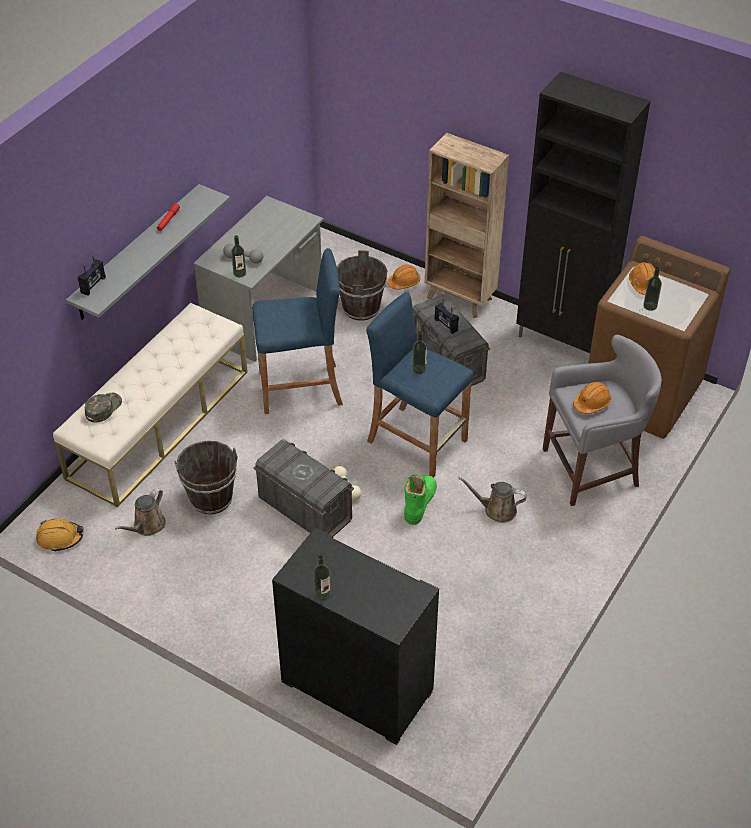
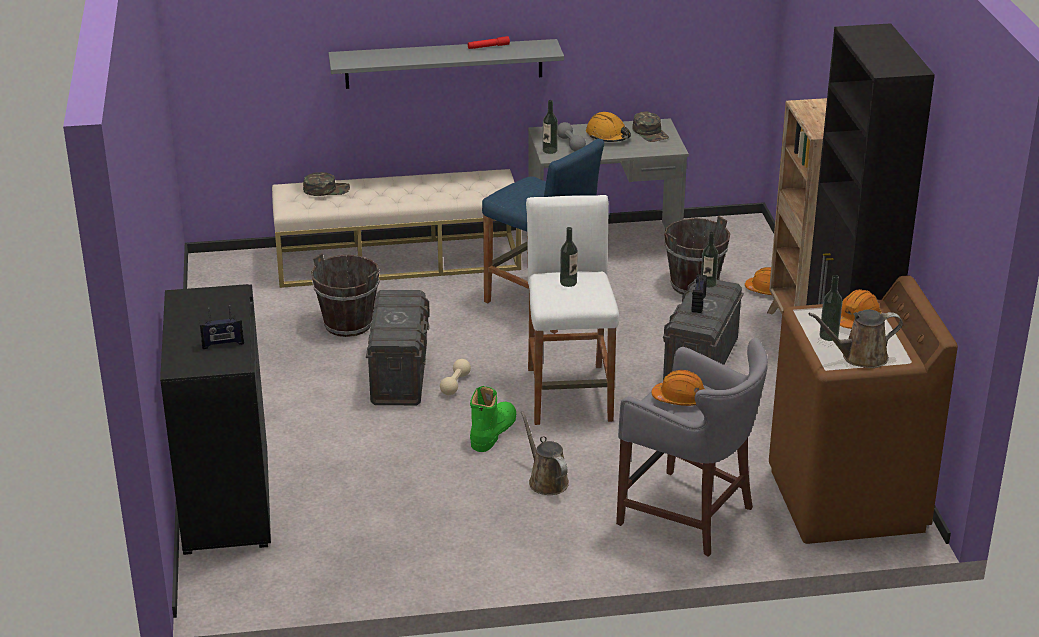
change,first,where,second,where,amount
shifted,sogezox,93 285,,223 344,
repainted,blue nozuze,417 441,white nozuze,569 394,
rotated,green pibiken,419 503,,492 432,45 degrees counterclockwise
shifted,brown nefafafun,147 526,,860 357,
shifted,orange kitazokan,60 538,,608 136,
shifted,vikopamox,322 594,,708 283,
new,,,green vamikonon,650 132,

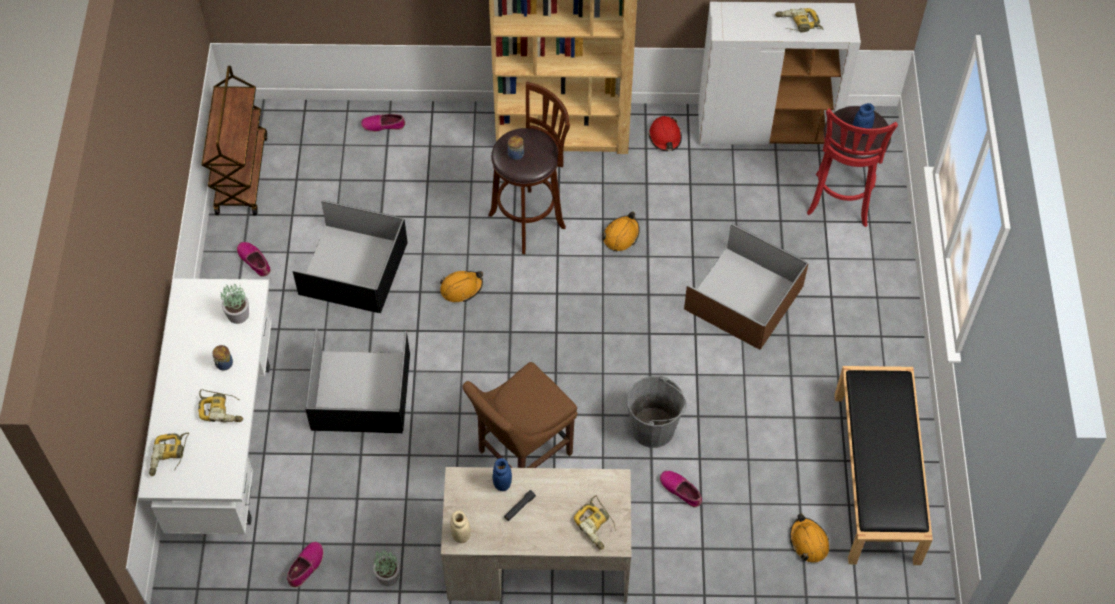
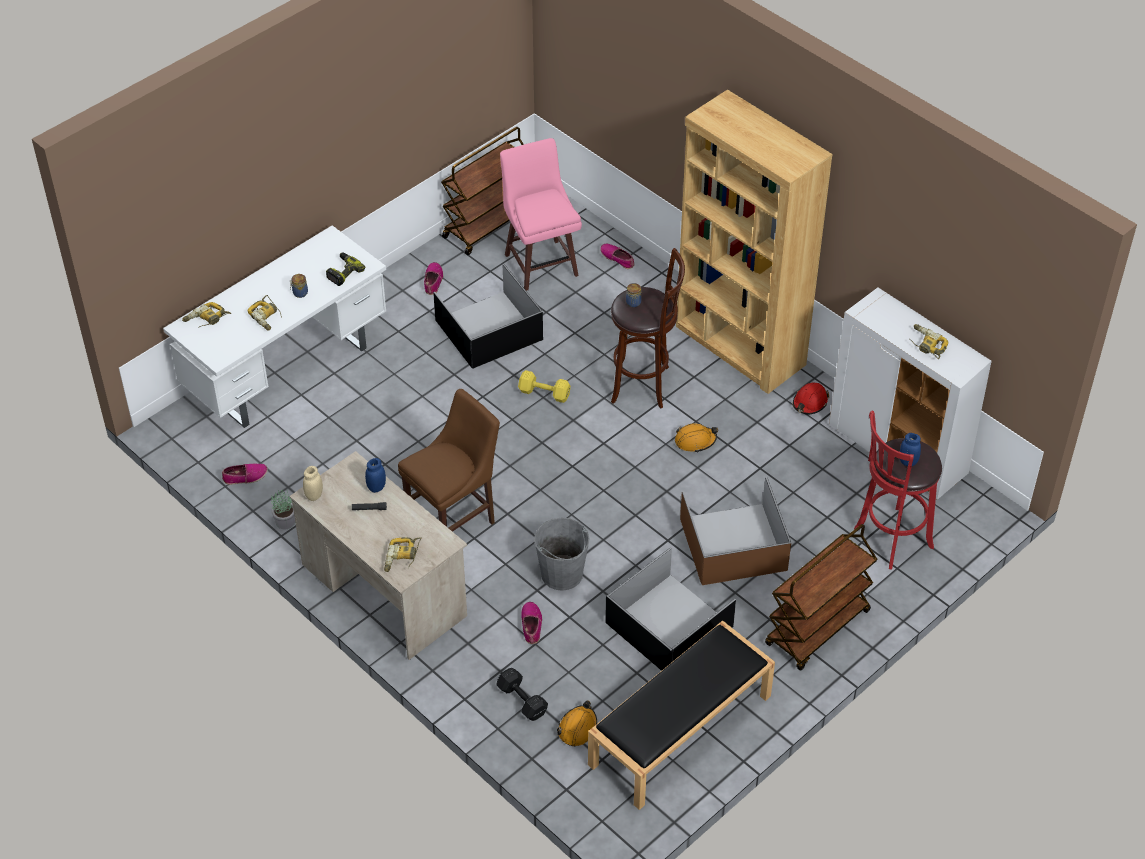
change,first,where,second,where,amount
swapped,orange kitazokan,461 288,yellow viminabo,543 393,
swapped,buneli,238 314,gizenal,343 272,
shifted,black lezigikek,362 392,,670 625,
rotated,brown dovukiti,521 454,,455 519,135 degrees clockwise
new,,,pink nozuze,541 263,
new,,,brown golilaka,817 629,
new,,,black viminabo,522 702,

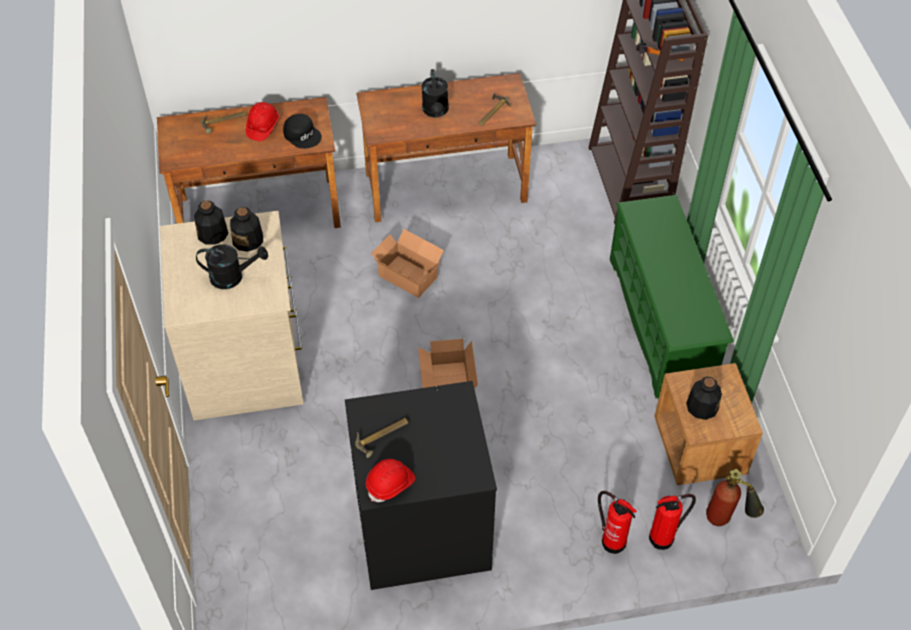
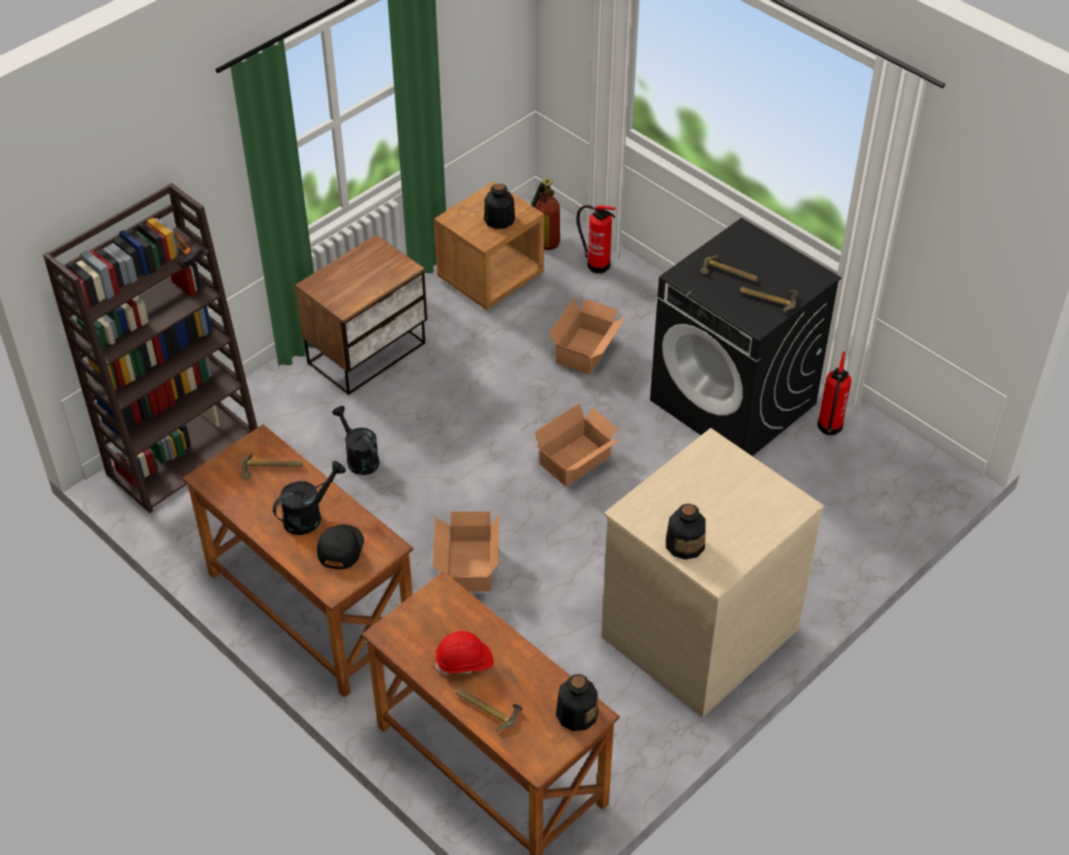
change,first,where,second,where,amount
shifted,black vamikonon,302 134,,339 548,
swapped,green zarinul,661 322,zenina,369 353,
shifted,vikopamox,248 240,,576 713,
shifted,black nefafafun,233 277,,359 458,
gone,red kitazokan,390 484,,,
shifted,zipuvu,612 540,,829 428,
new,,,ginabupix,729 274,
new,,,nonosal,587 350,

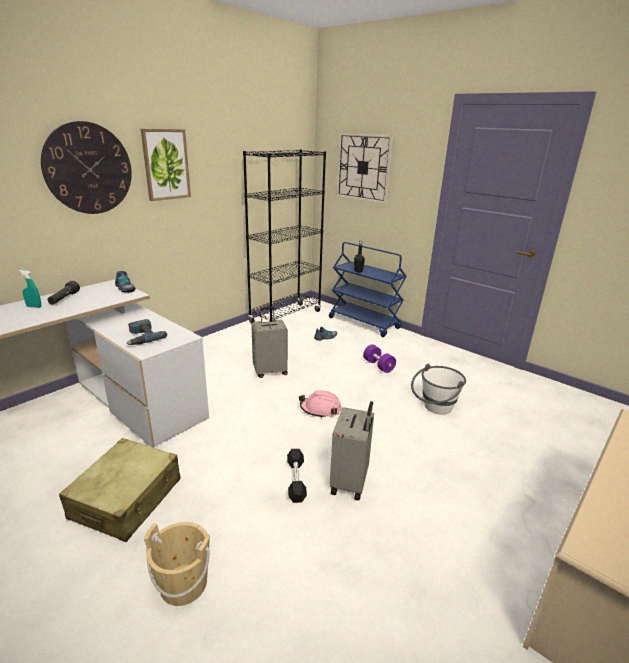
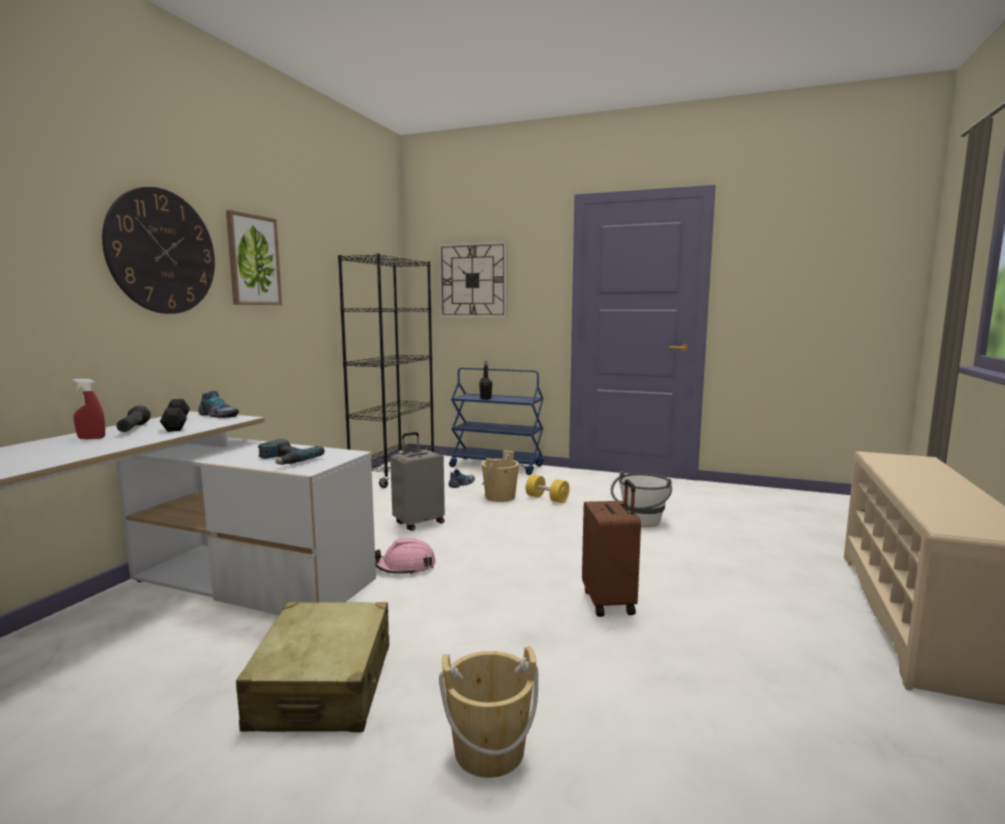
change,first,where,second,where,amount
repainted,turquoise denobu,34 307,red denobu,91 438,
repainted,purple viminabo,378 366,yellow viminabo,547 499,
shifted,pink kitazokan,320 409,,406 567,
repainted,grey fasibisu,350 482,brown fasibisu,610 602,
shifted,black viminabo,296 480,,176 424,
new,,,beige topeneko,500 497,

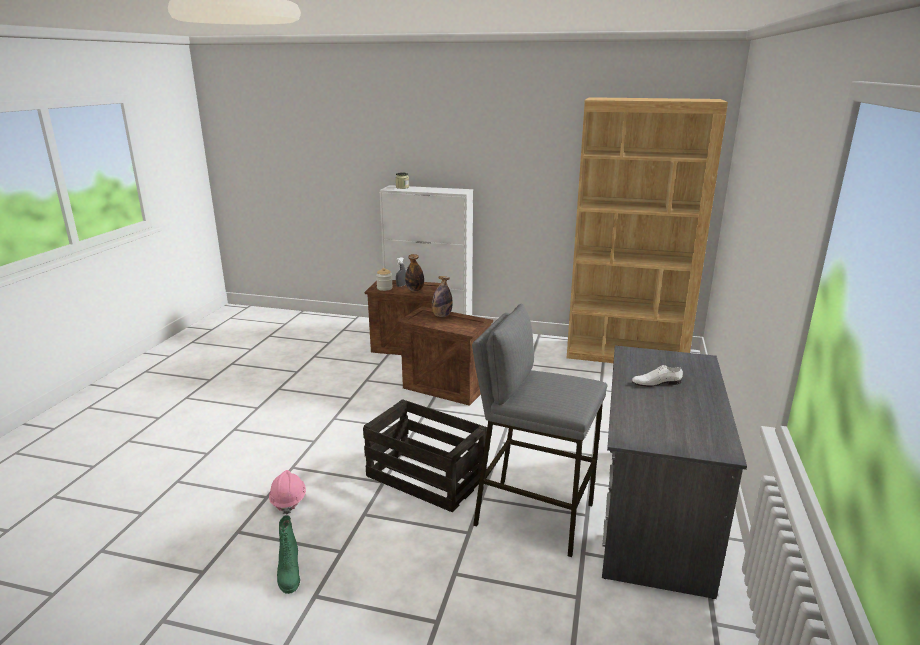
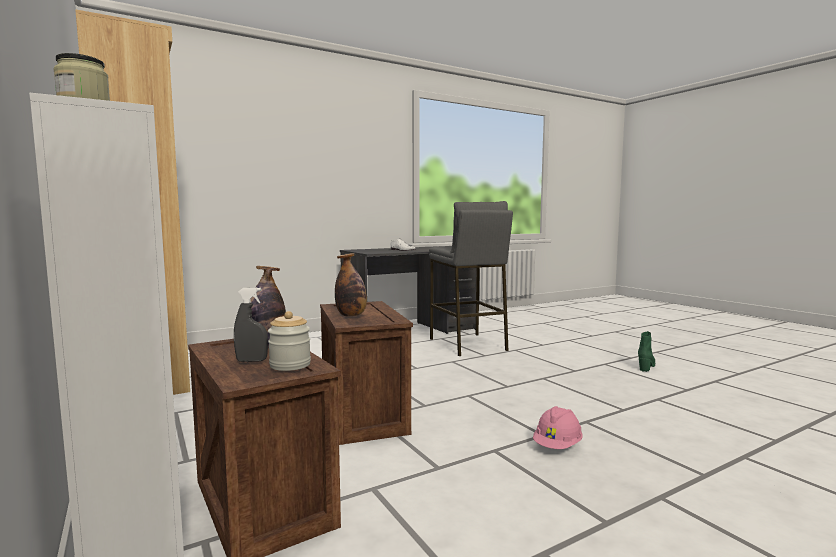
change,first,where,second,where,amount
gone,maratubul,427 477,,,
shifted,pink kitazokan,288 500,,557 446,

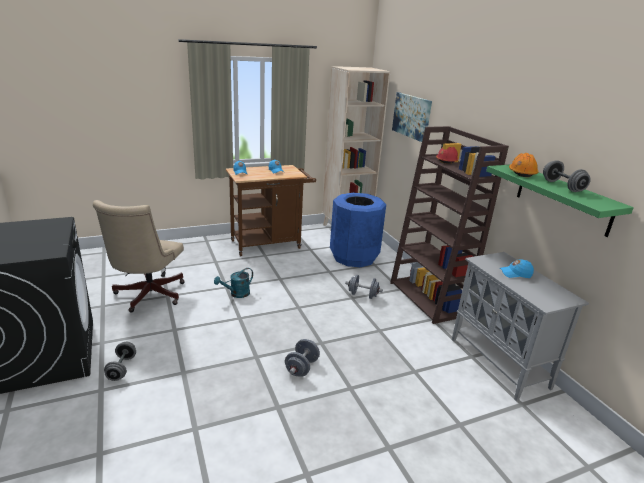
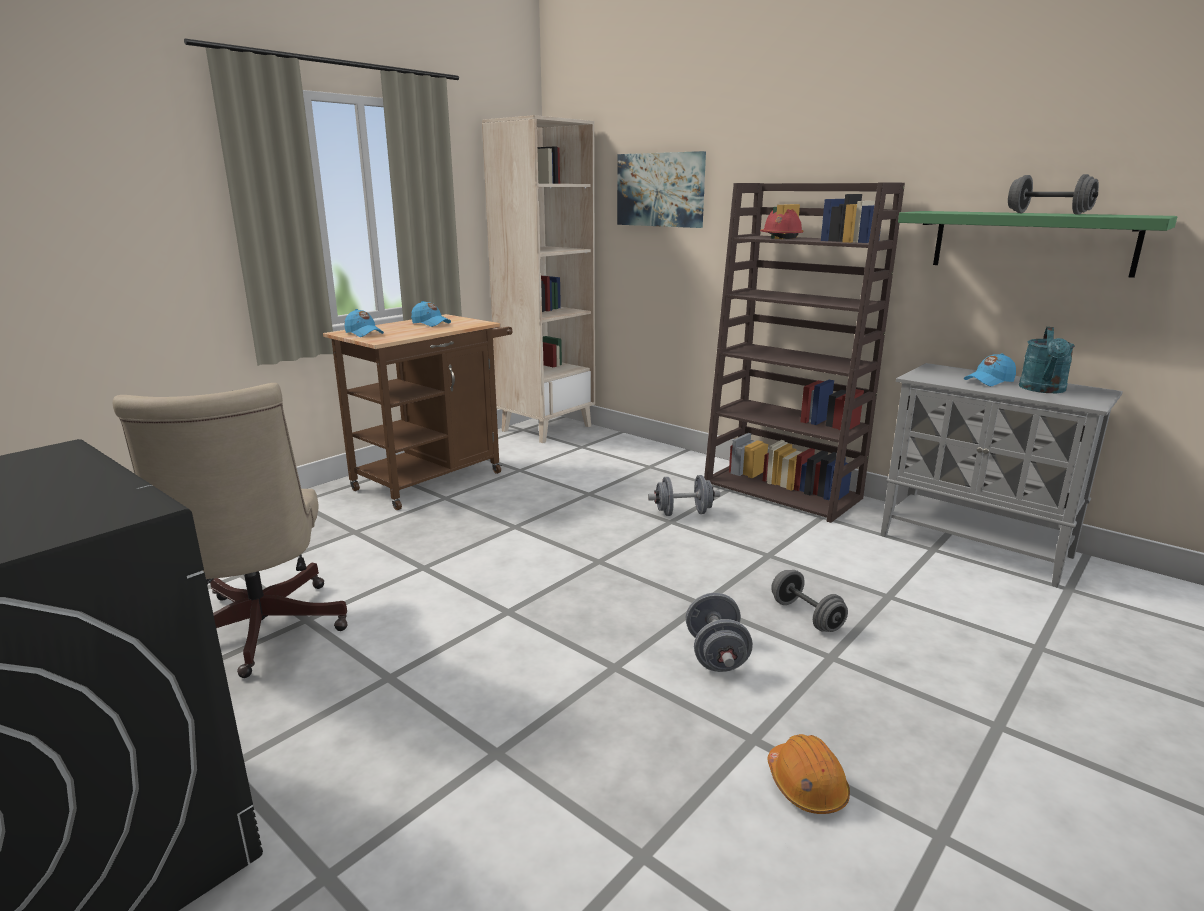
change,first,where,second,where,amount
shifted,orange kitazokan,522 173,,806 785,
gone,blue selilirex,354 257,,,
shifted,turquoise nefafafun,236 294,,1043 390,
shifted,grey viminabo,122 368,,806 616,

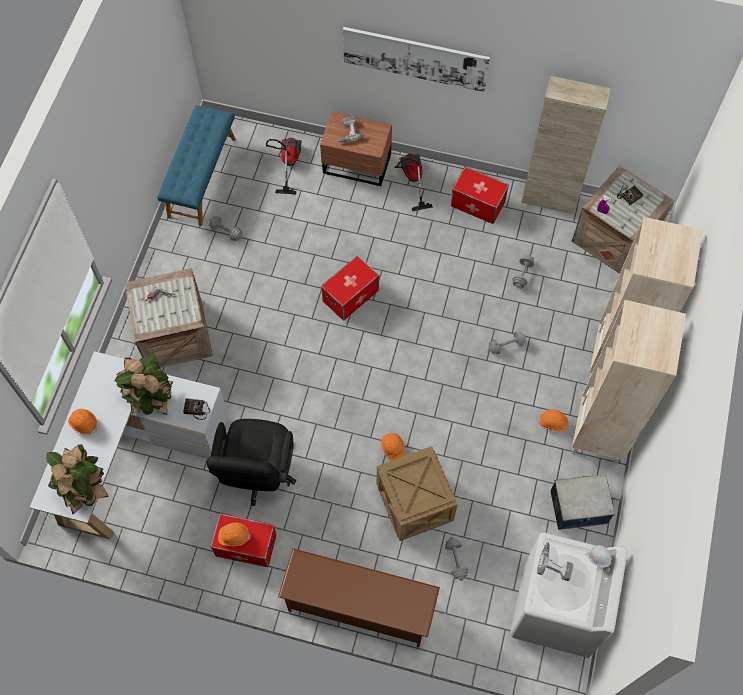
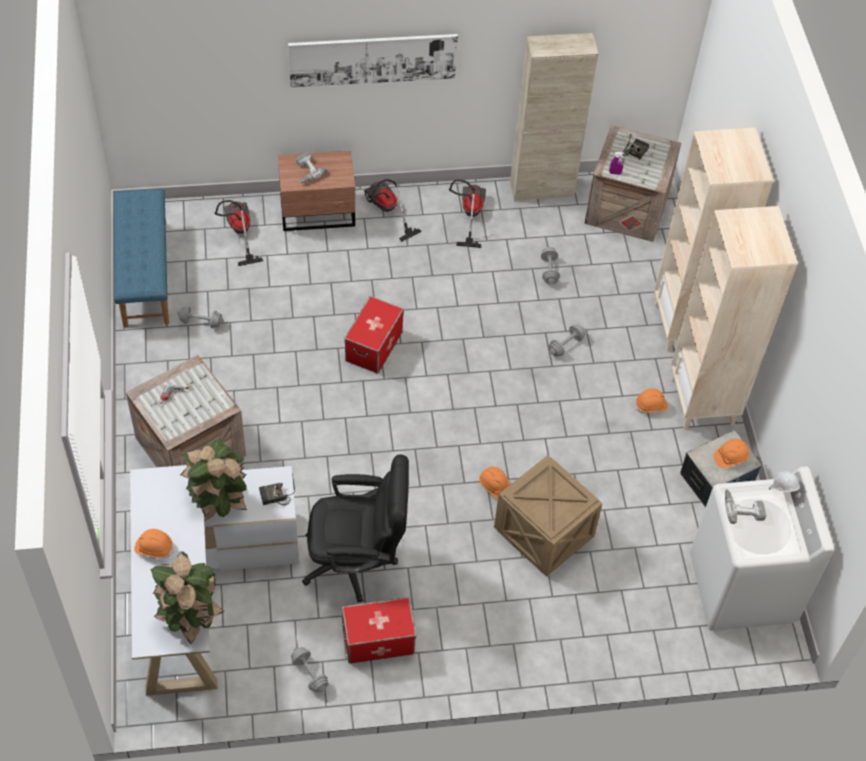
change,first,where,second,where,amount
swapped,lezigikek,478 204,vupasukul,469 214,
rotated,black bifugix,258 474,,357 562,75 degrees counterclockwise
shifted,orange kitazokan,233 536,,730 457,
shifted,grey viminabo,455 560,,309 674,
gone,brown zarinul,359 606,,,

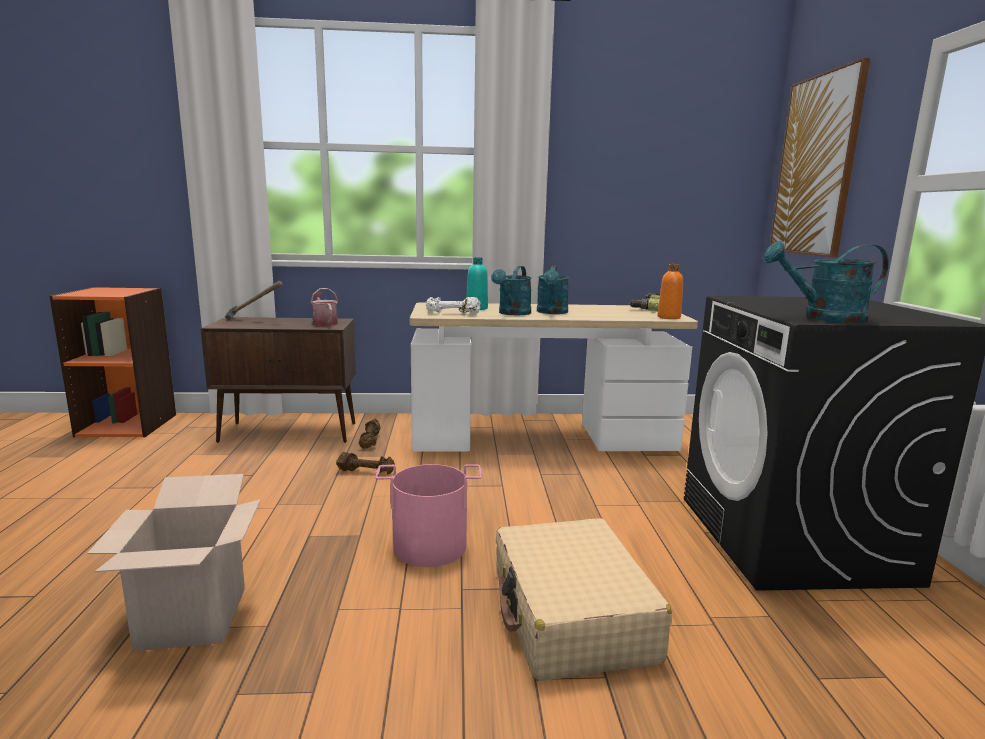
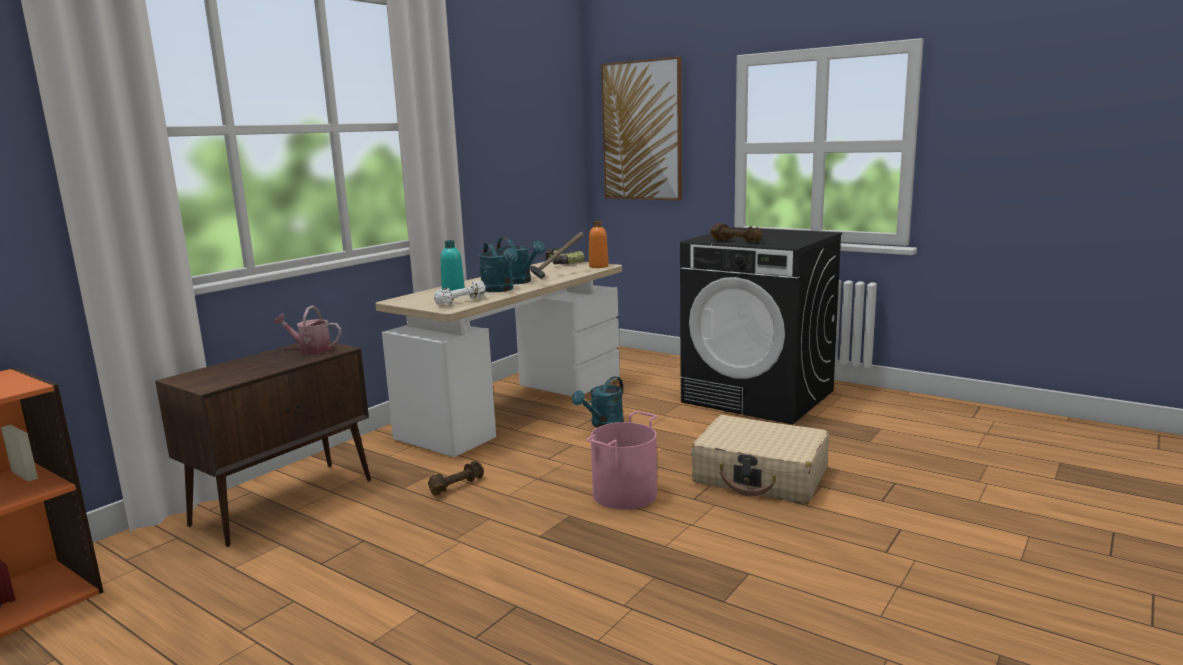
change,first,where,second,where,amount
shifted,turquoise nefafafun,824 318,,603 424,
shifted,ginabupix,254 320,,556 274,
shifted,brown viminabo,370 441,,736 241,
gone,nonosal,192 618,,,

